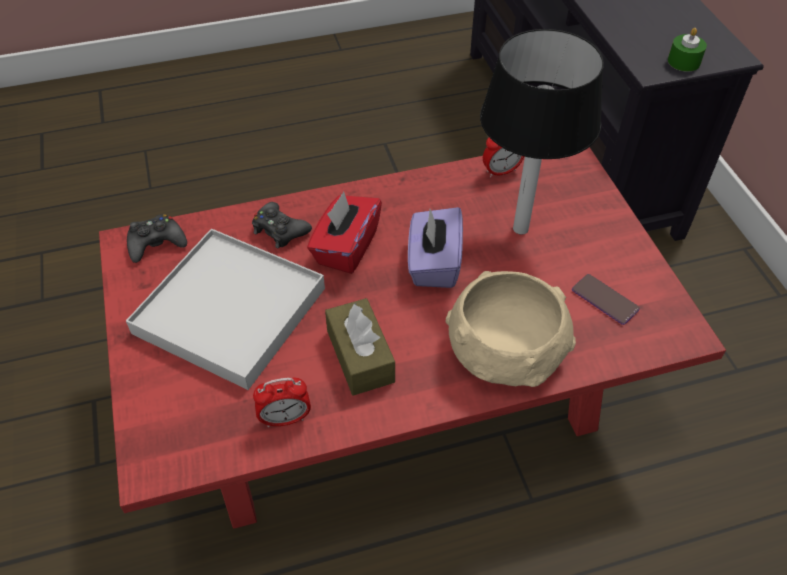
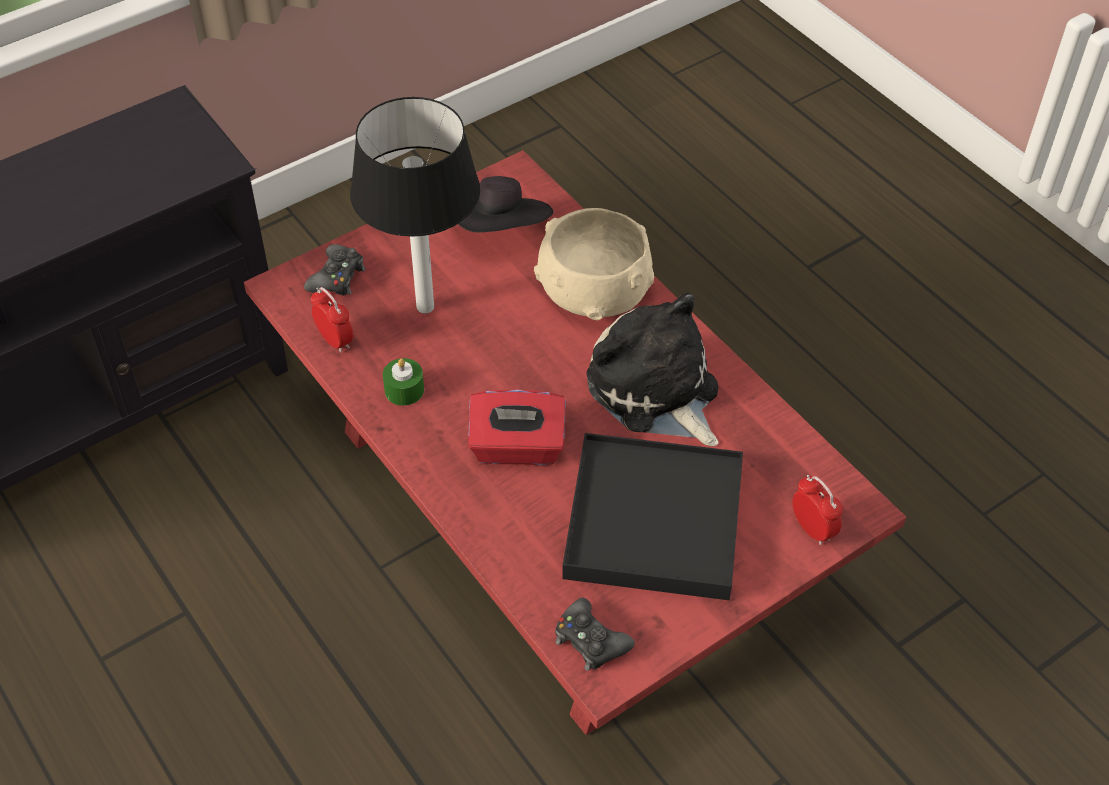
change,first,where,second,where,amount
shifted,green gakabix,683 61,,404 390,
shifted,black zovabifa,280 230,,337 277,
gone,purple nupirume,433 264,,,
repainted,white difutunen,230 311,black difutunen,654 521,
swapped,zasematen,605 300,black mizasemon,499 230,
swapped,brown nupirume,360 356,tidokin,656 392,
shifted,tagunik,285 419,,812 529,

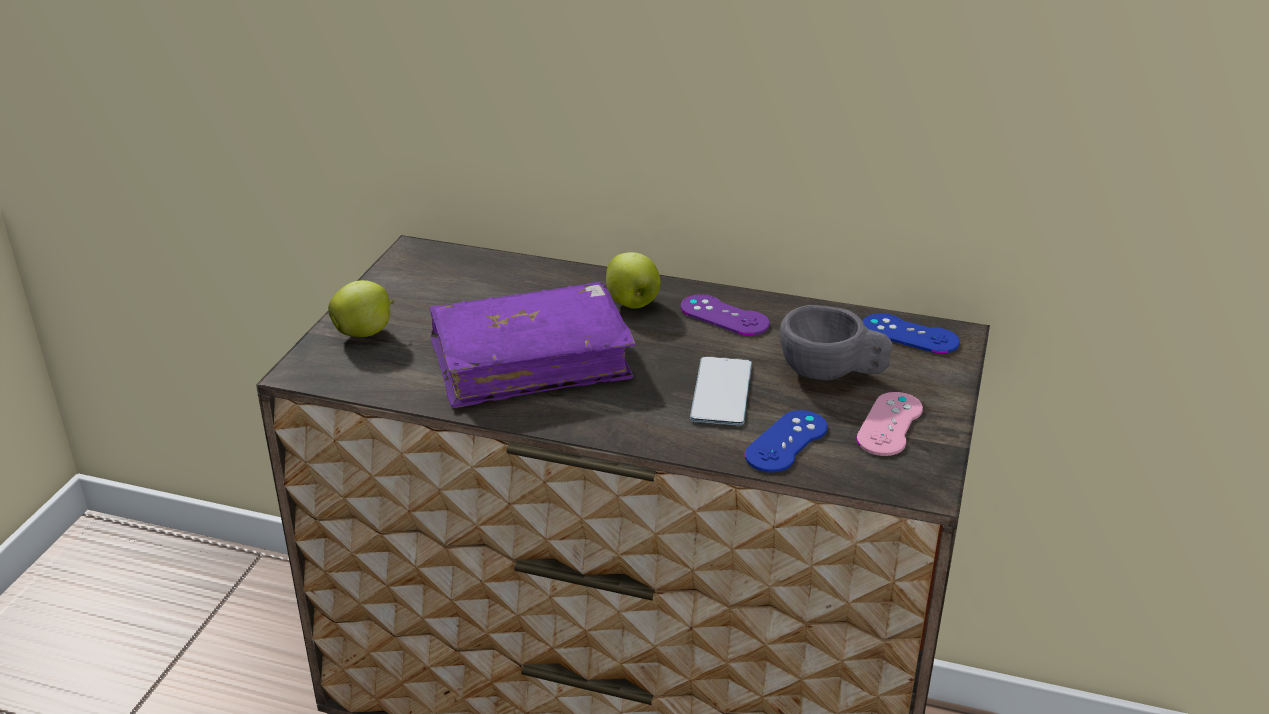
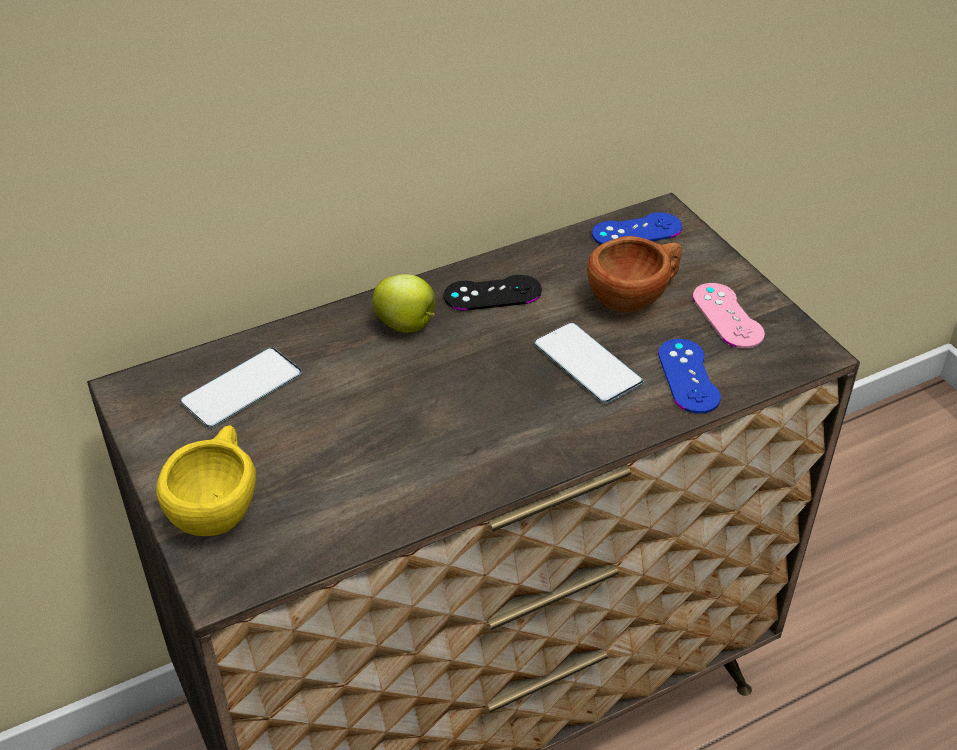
change,first,where,second,where,amount
swapped,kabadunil,365 333,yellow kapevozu,218 505,
gone,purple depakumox,531 362,,,
repainted,purple zovabifa,724 316,black zovabifa,492 293,
repainted,grey kapevozu,832 373,brown kapevozu,635 297,
new,,,zasematen,242 388,

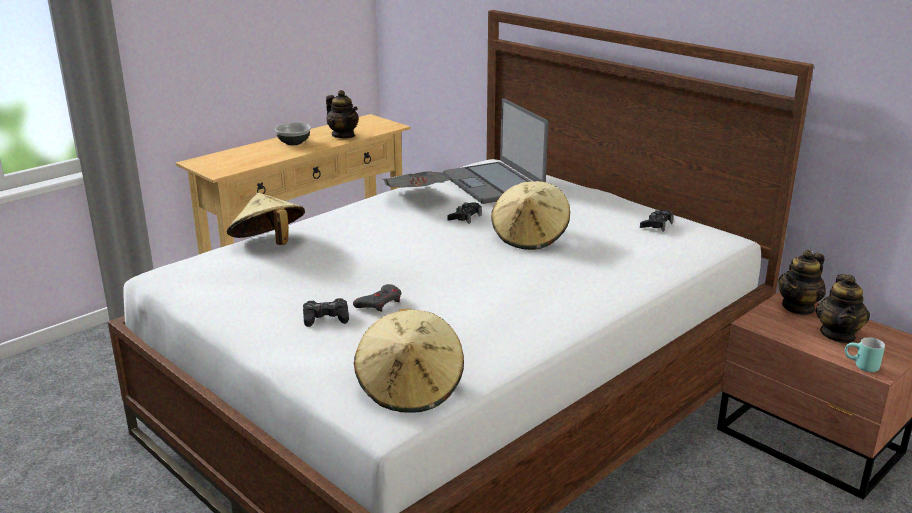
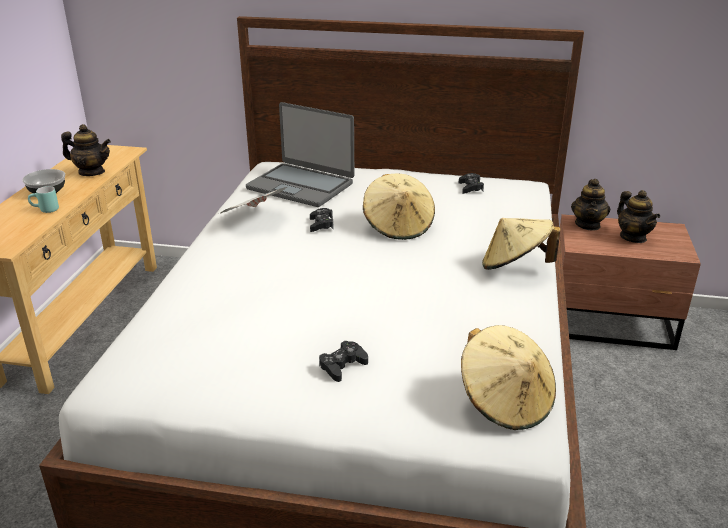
change,first,where,second,where,amount
shifted,beige mizasemon,268 244,,515 266,
gone,grey zovabifa,380 302,,,
shifted,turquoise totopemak,861 367,,45 210,

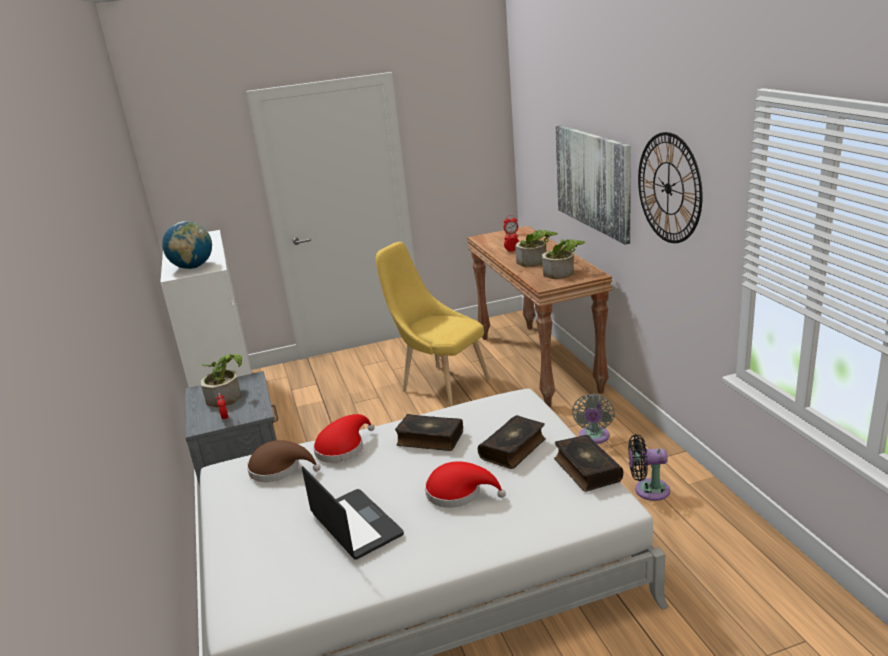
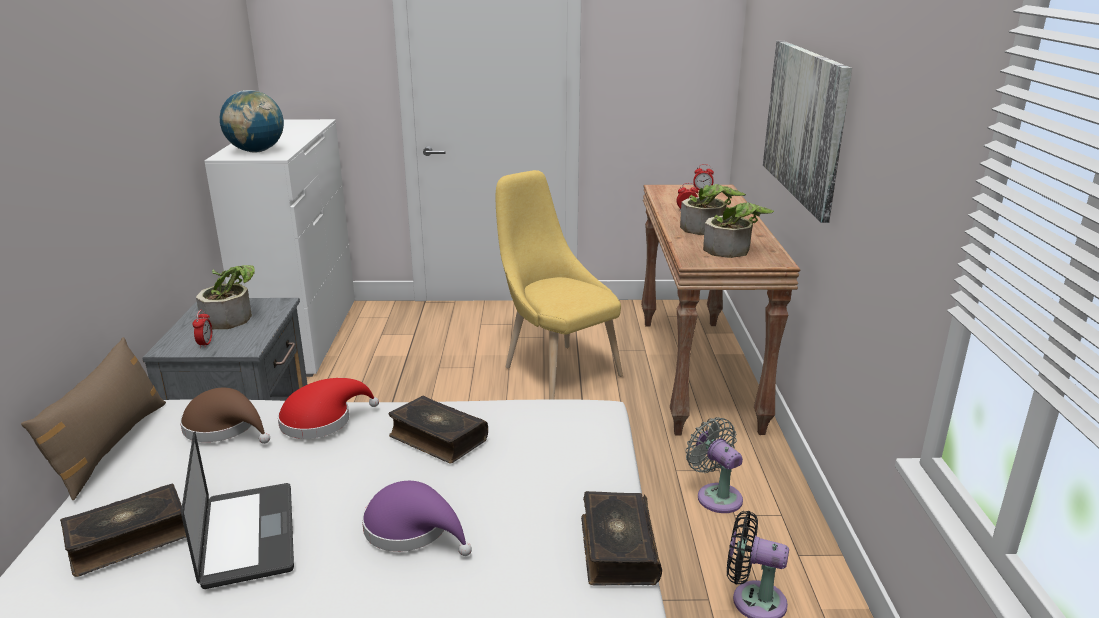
change,first,where,second,where,amount
gone,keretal,668 188,,,
rotated,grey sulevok,594 437,,716 496,120 degrees clockwise
shifted,depakumox,513 449,,128 539,
repainted,red mizasemon,458 492,purple mizasemon,412 529,
new,,,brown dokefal,109 447,

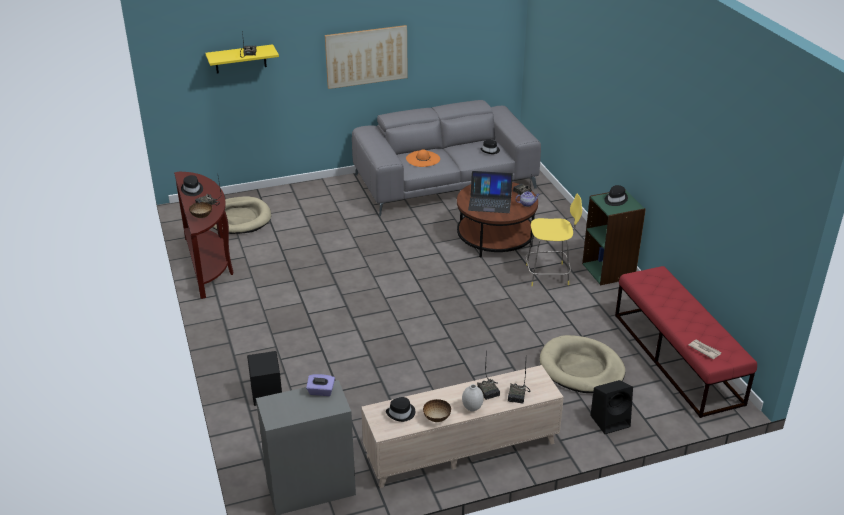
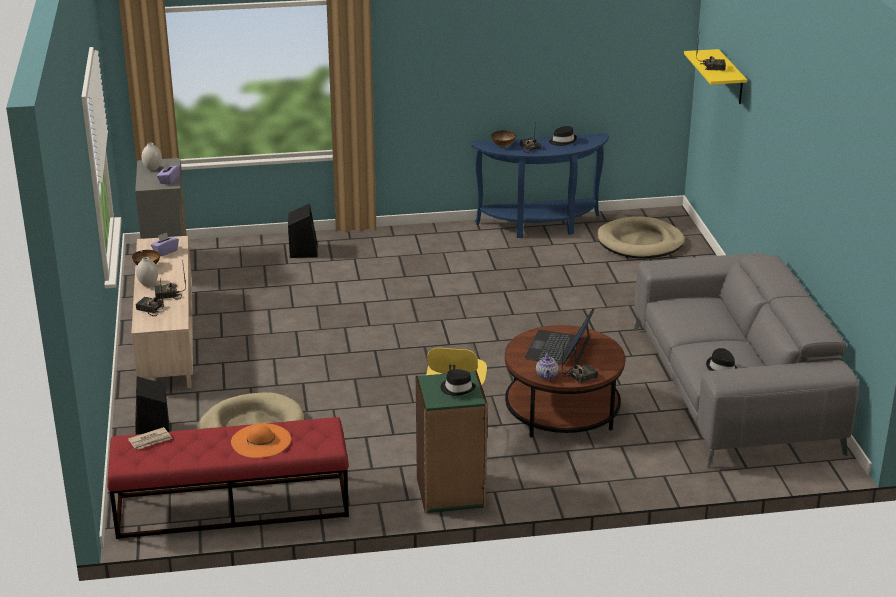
change,first,where,second,where,amount
gone,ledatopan,366 56,,,
shifted,orange mizasemon,423 159,,261 441,
repainted,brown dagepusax,209 265,blue dagepusax,540 226,
swapped,black mizasemon,401 413,purple nupirume,165 251,
new,,,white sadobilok,152 168,

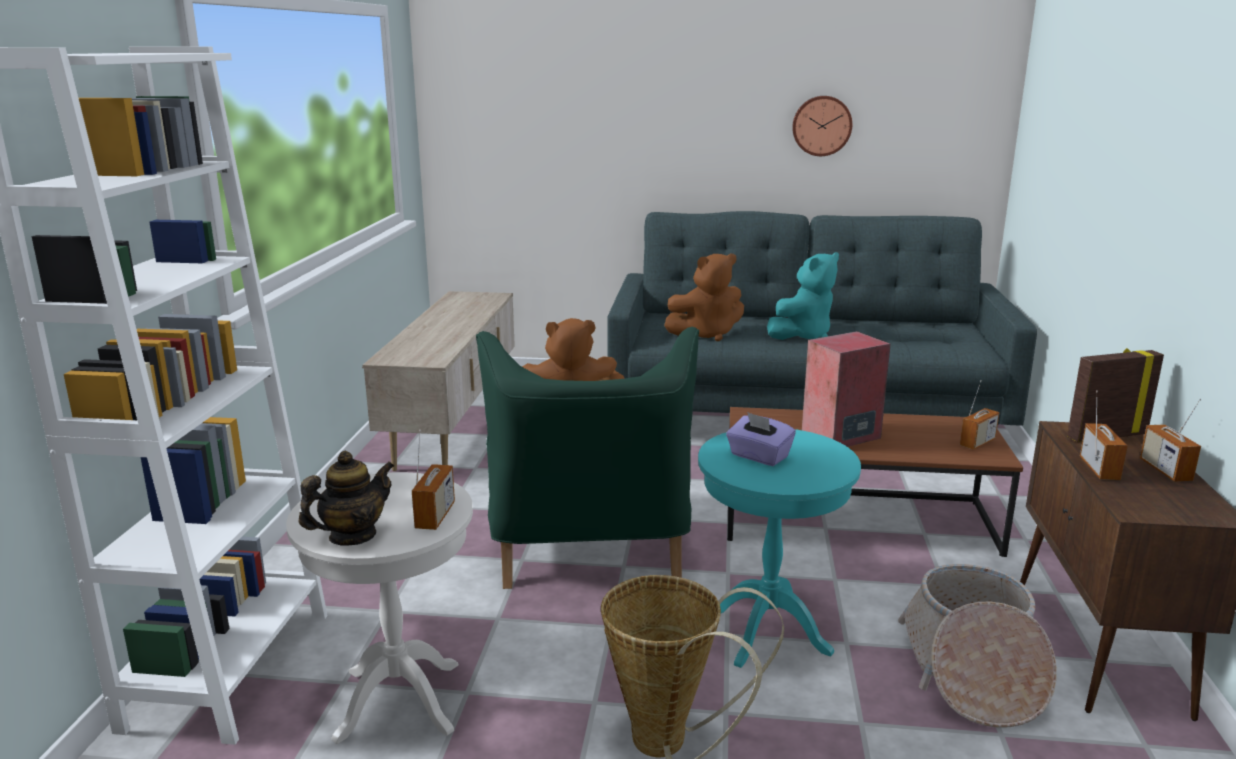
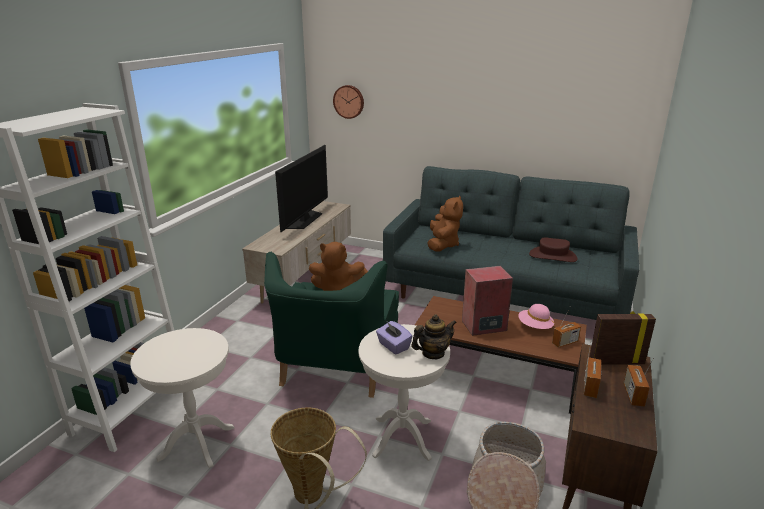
change,first,where,second,where,amount
shifted,keretal,821 125,,349 101,
gone,turquoise tidokin,802 335,,,
rotated,brown tidokin,706 334,,442 245,75 degrees counterclockwise
gone,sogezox,435 516,,,
repainted,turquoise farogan,768 631,white farogan,402 438,
shifted,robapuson,352 536,,433 353,
new,,,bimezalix,304 220,
new,,,brown mizasemon,552 256,
new,,,pink mizasemon,535 327,

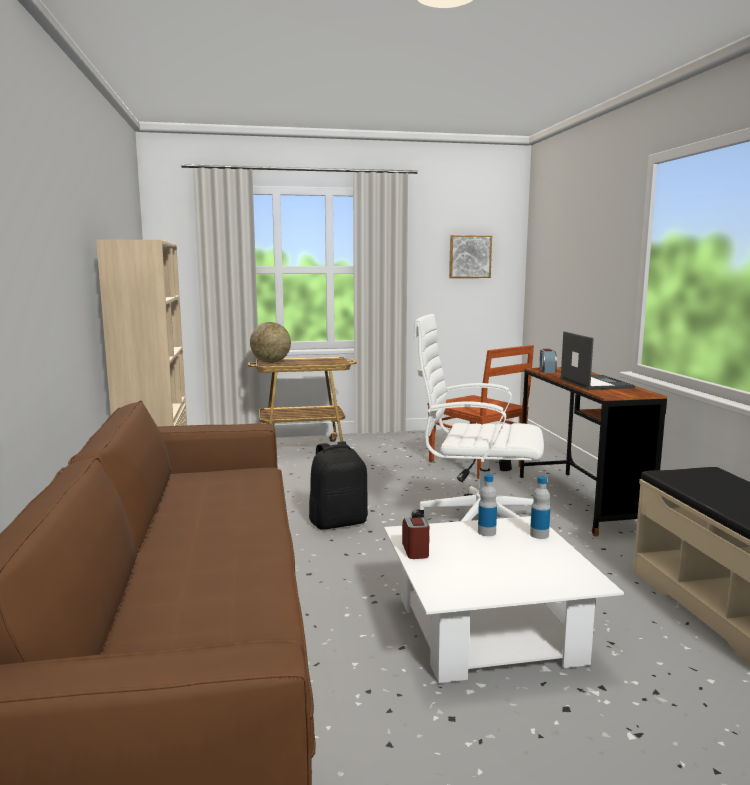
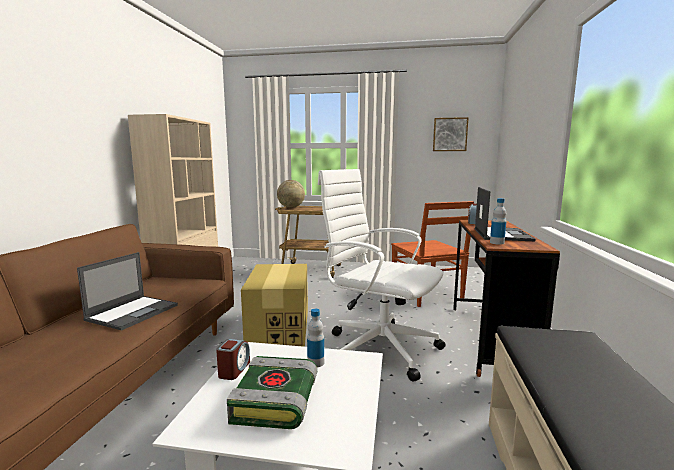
change,first,where,second,where,amount
swapped,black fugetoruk,338 522,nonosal,279 327,
shifted,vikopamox,539 535,,497 243,
new,,,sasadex,133 312,
new,,,depakumox,276 401,

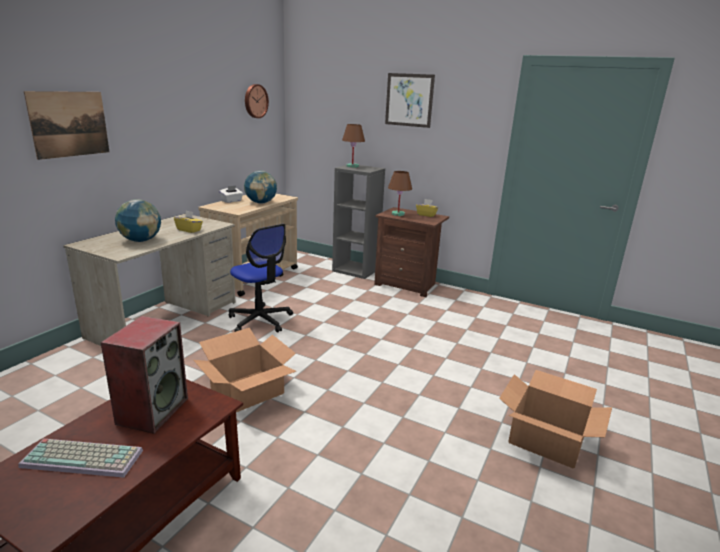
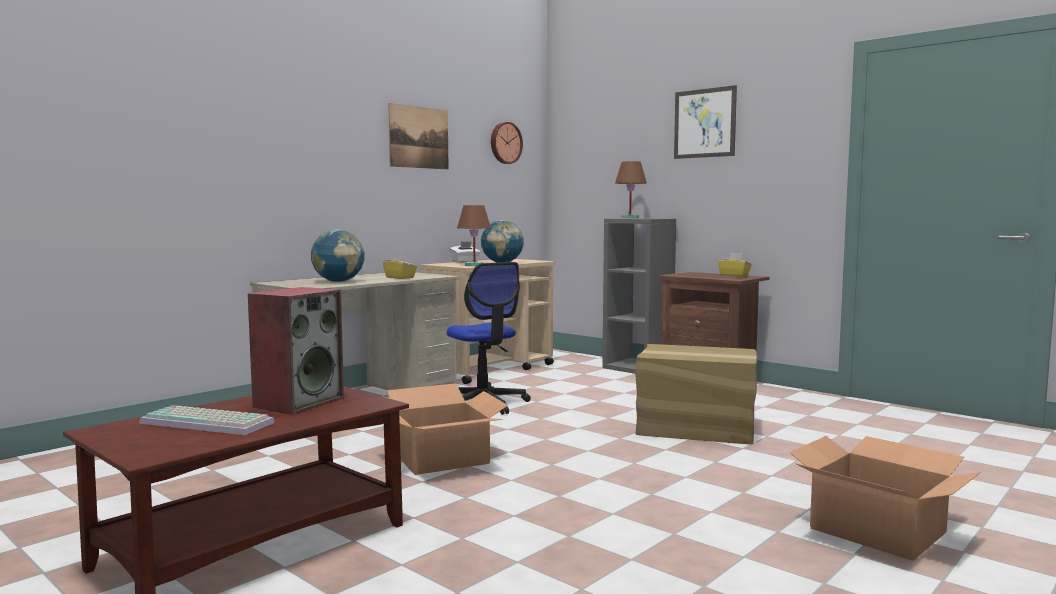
change,first,where,second,where,amount
shifted,ledatopan,69 124,,419 137,
shifted,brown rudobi,397 214,,473 265,
new,,,nonosal,695 428,

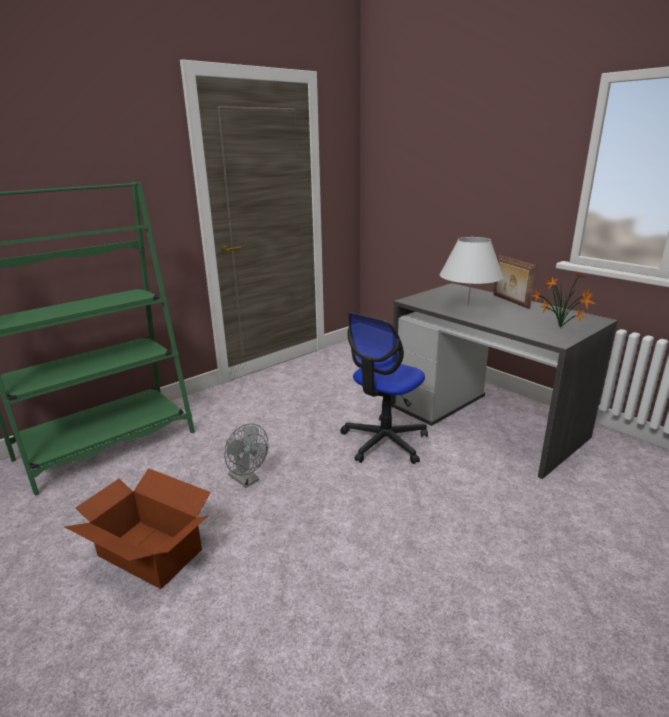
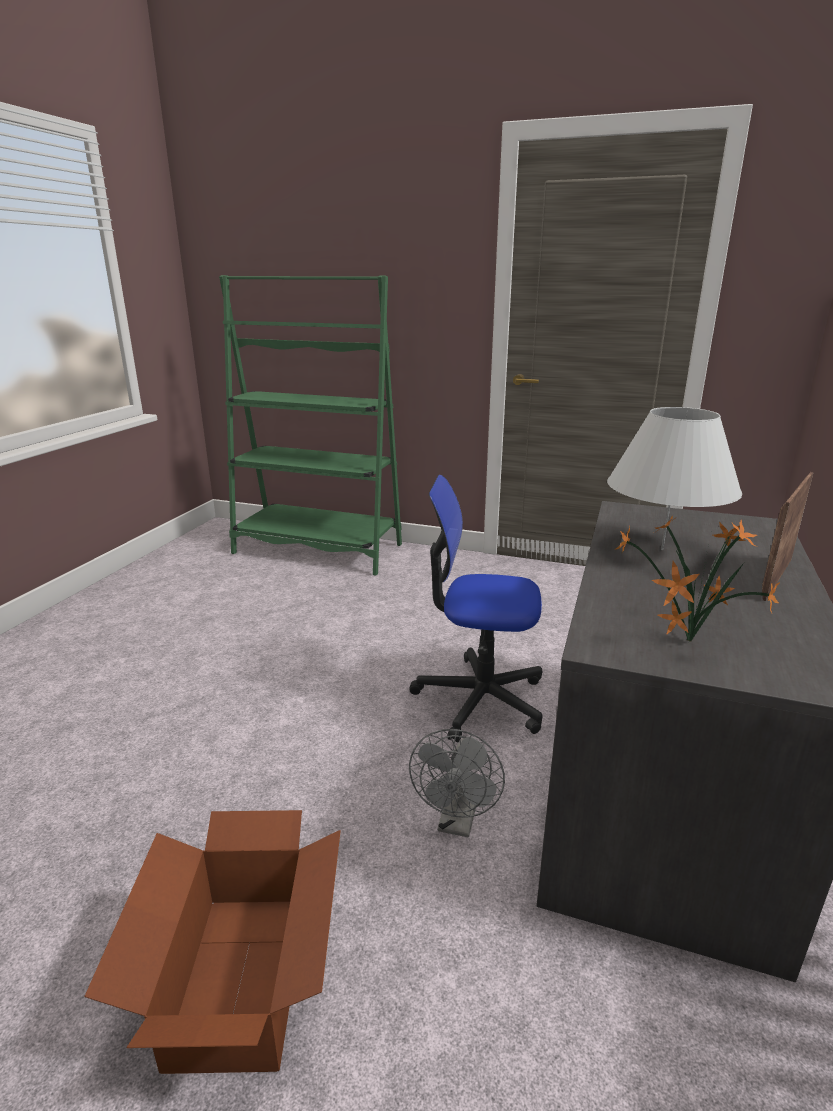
change,first,where,second,where,amount
shifted,grey sulevok,247 480,,457 822,
shifted,nonosal,149 554,,238 979,

